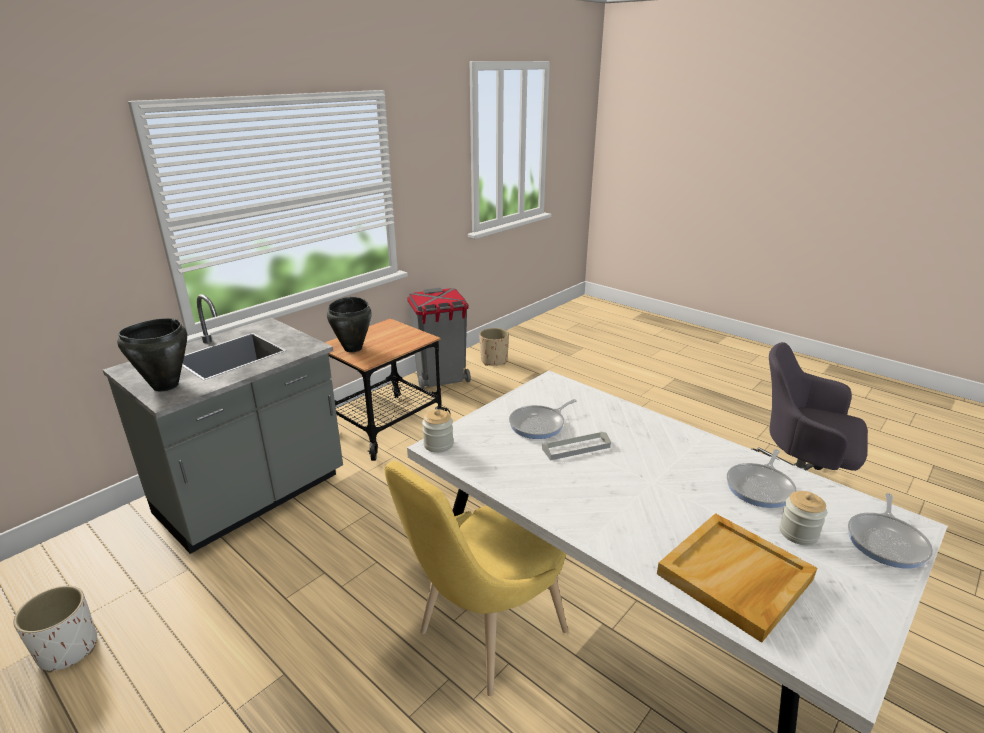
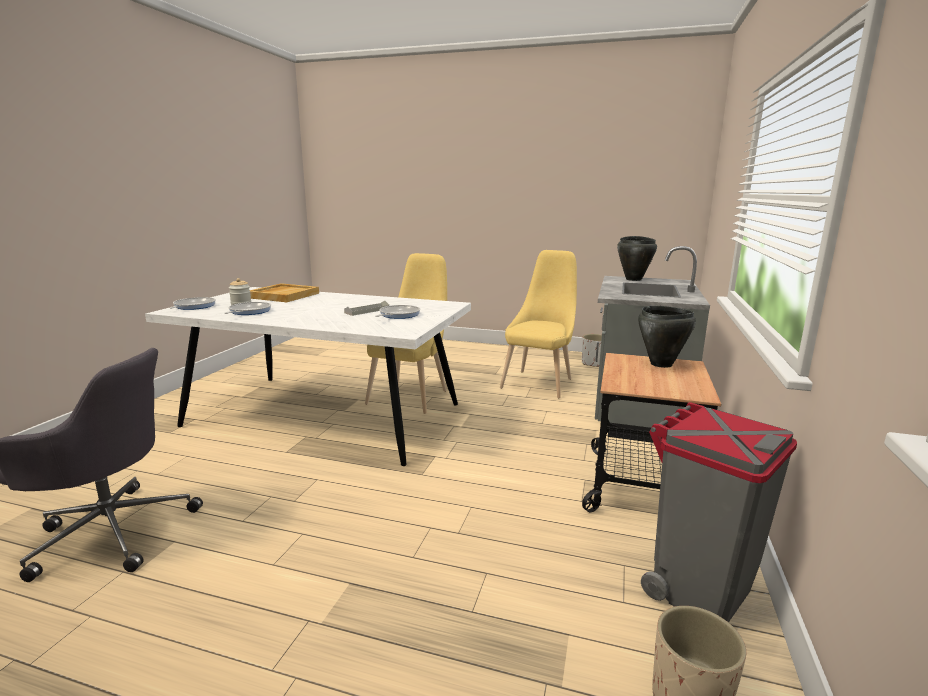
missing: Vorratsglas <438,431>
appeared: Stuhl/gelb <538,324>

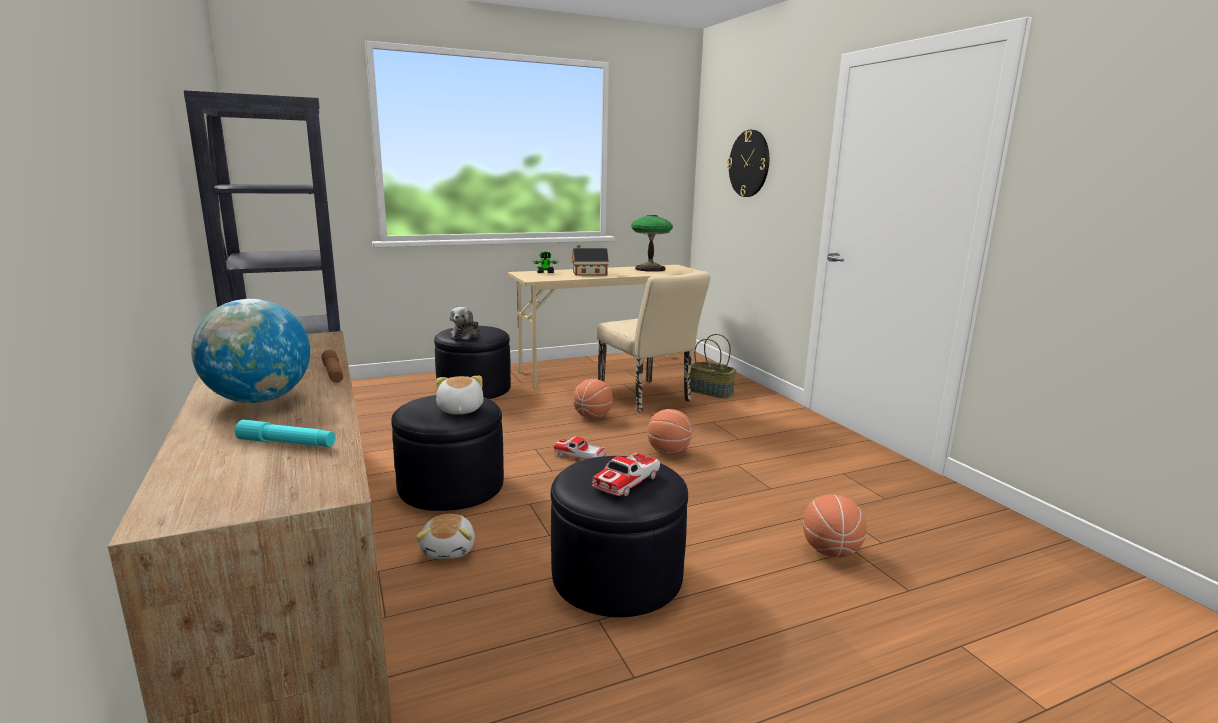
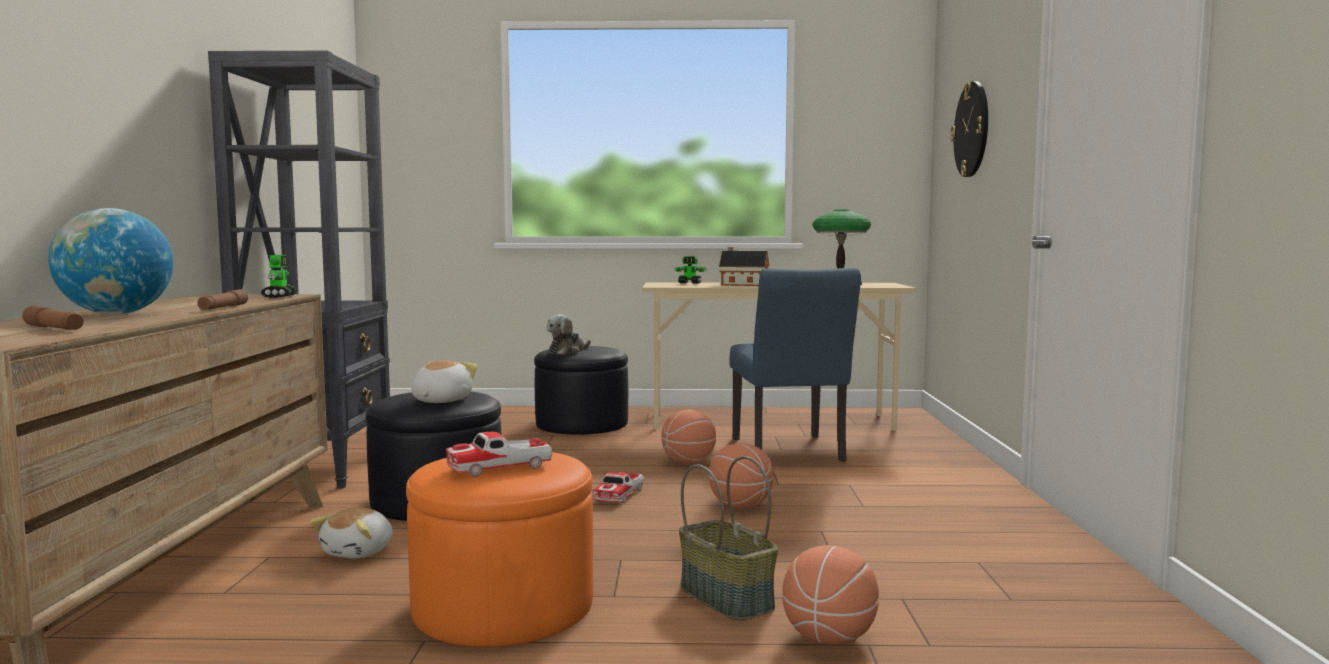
appeared: Spielzeugroboter <279,276>
relocated: Korb <713,366> to <728,538>
colour: Taschenlampe/türkis <285,433> to Taschenlampe/braun <53,318>; Polsterhocker/schwarz <619,536> to Polsterhocker/orange <499,549>; Stuhl/beige <653,341> to Stuhl/blau <795,365>
spun: Spielzeugauto <580,447> = <618,487> 120 degrees counterclockwise

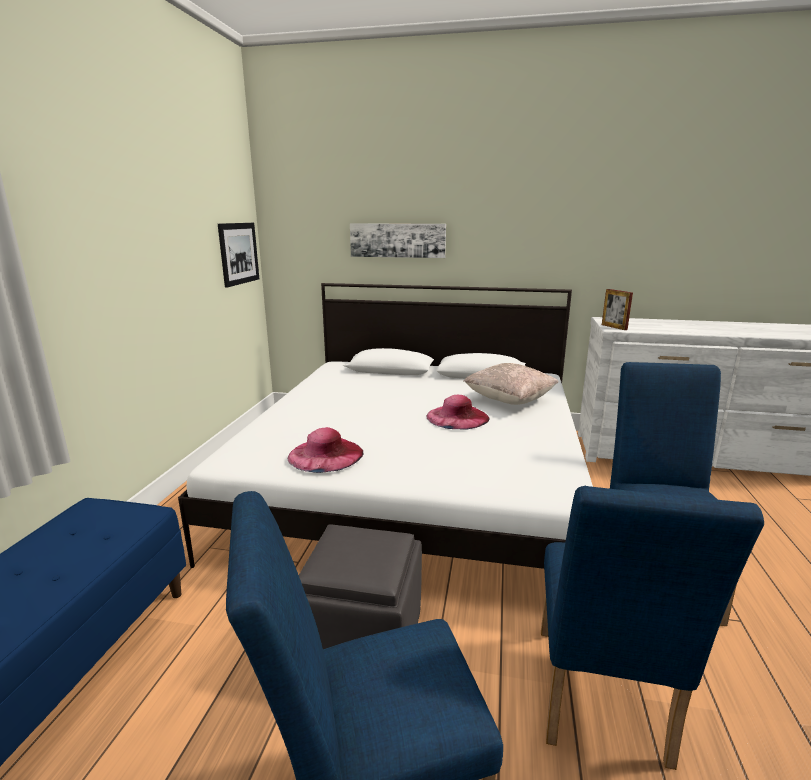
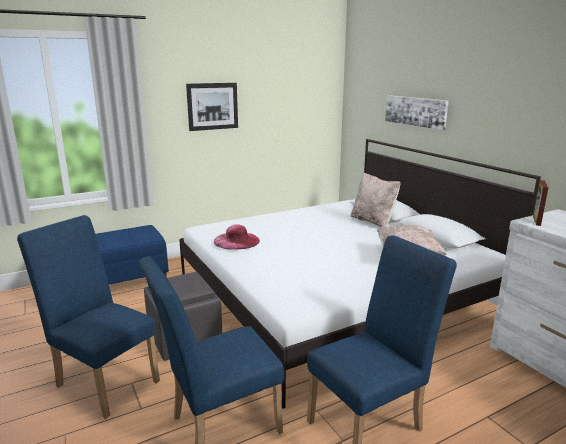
missing: Hut/rosa <457,412>
appeared: Kissen/beige <376,199>
relocated: Bild <238,255> to <212,107>

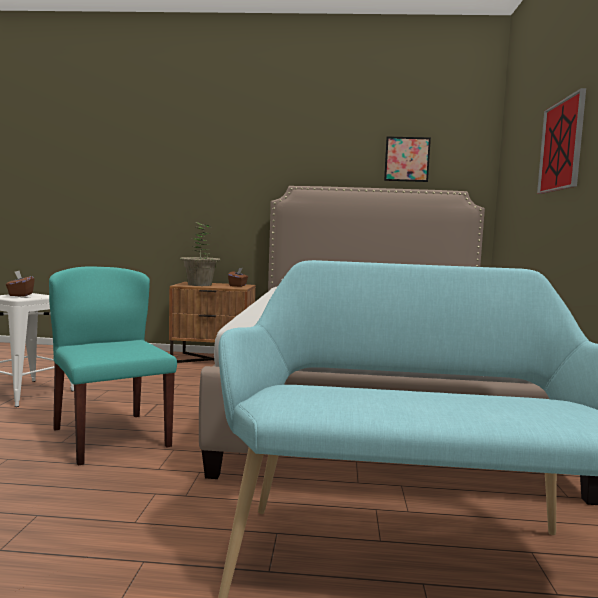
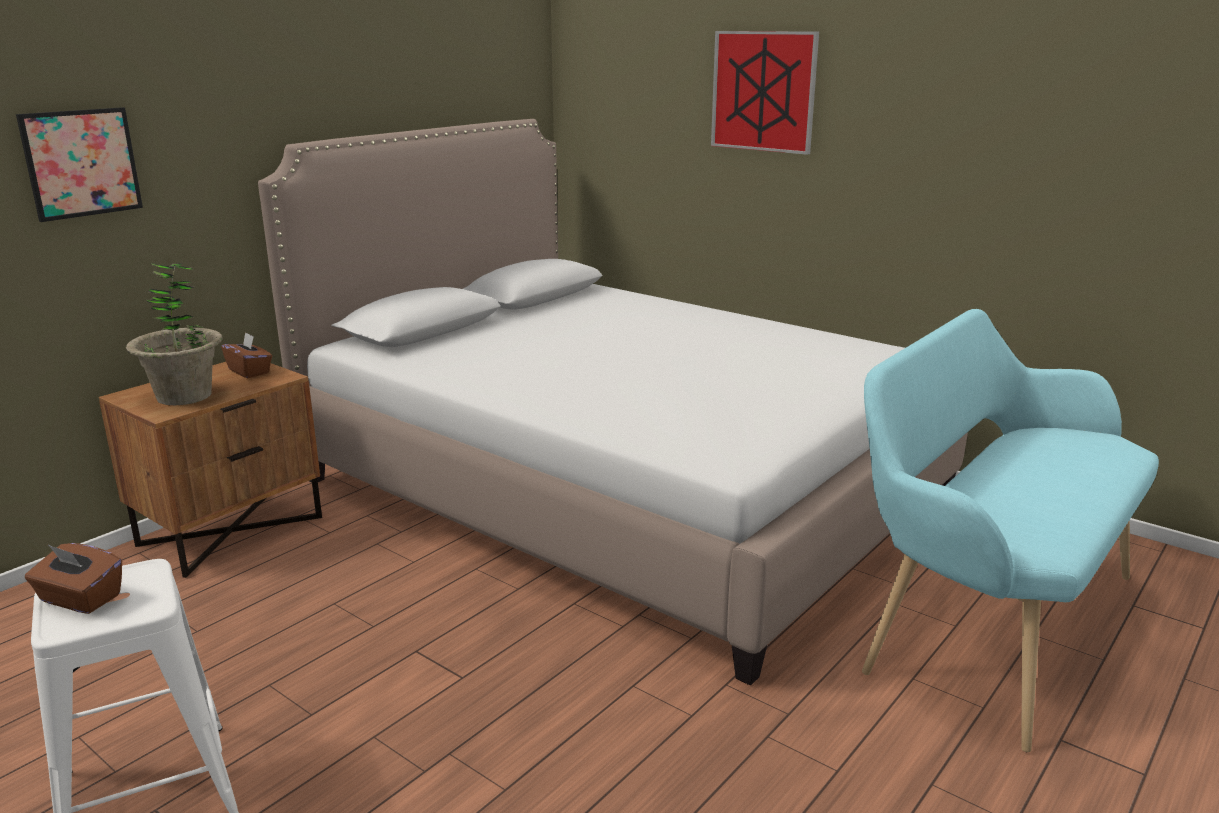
missing: Stuhl/türkis <113,366>
relocated: Bild <407,159> to <79,164>

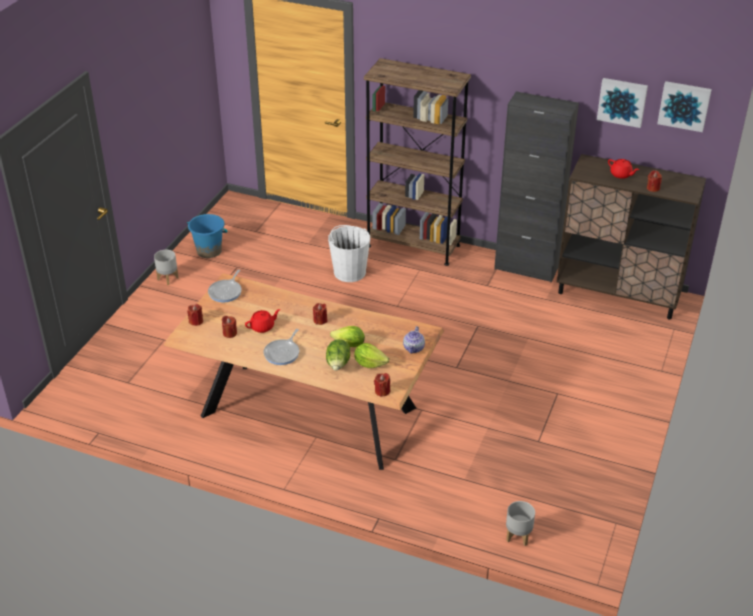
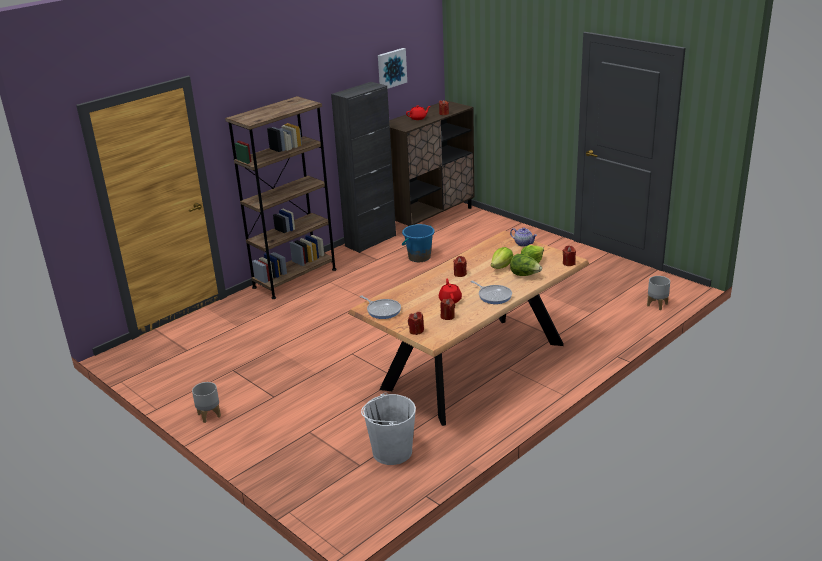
missing: Bild <684,106>
relocated: Eimer/blau <207,236> to <418,243>; Eimer/weiß <349,253> to <388,429>

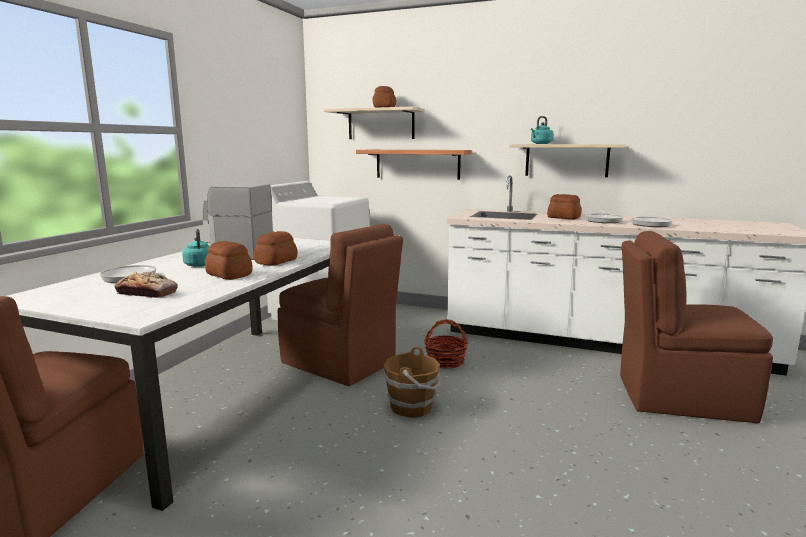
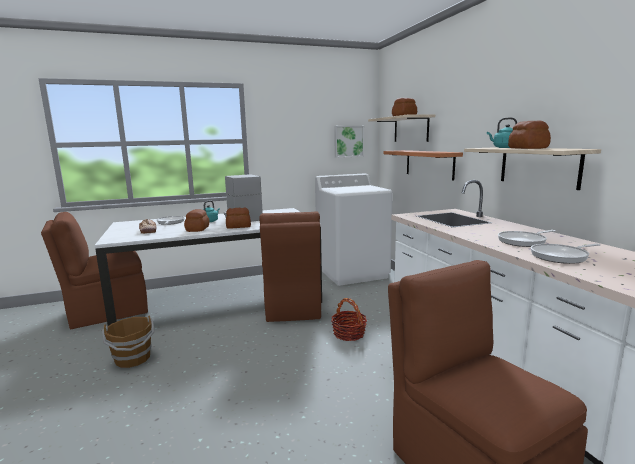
appeared: Bild <349,142>
relocated: Eimer/braun <412,382> to <128,341>; Brot <564,207> to <529,135>

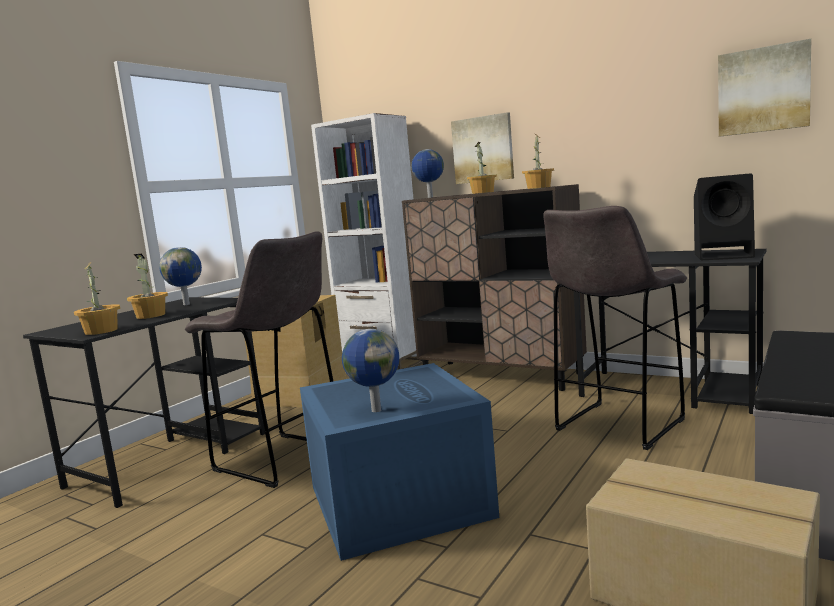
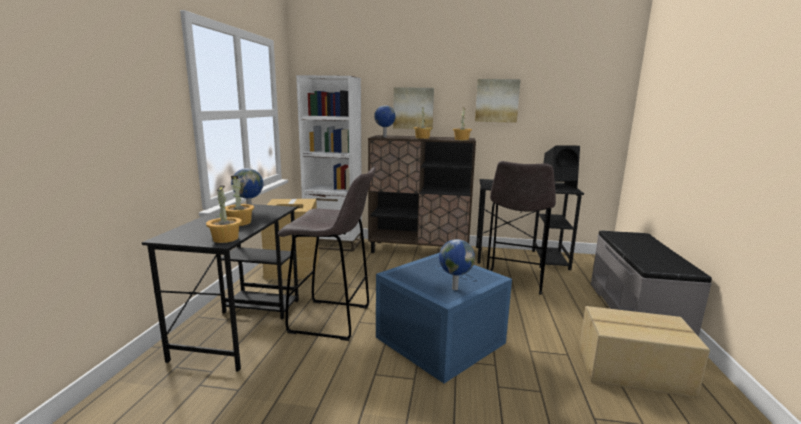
relocated: Bild <764,88> to <498,101>

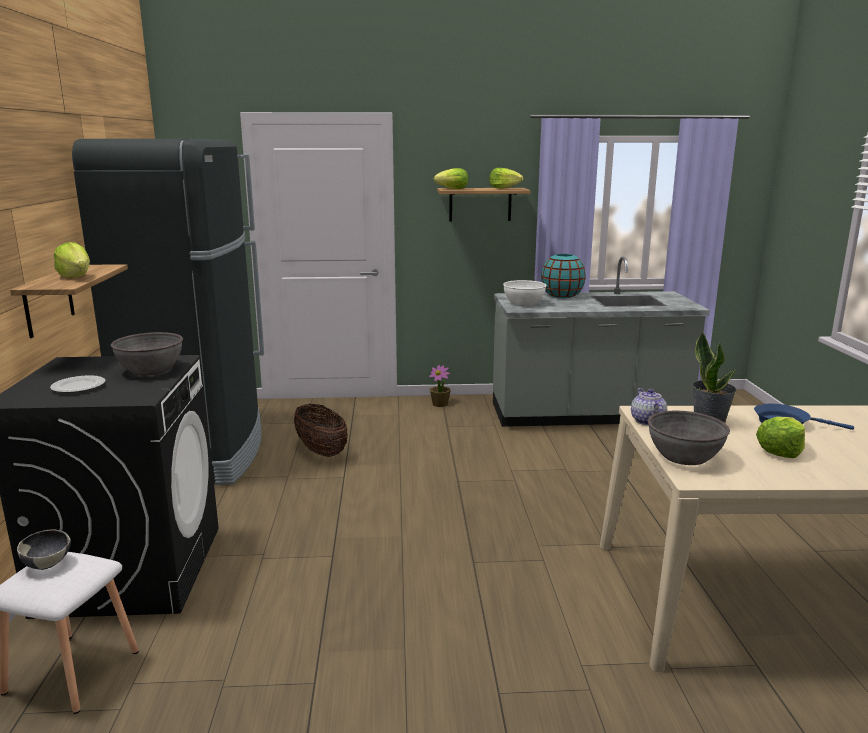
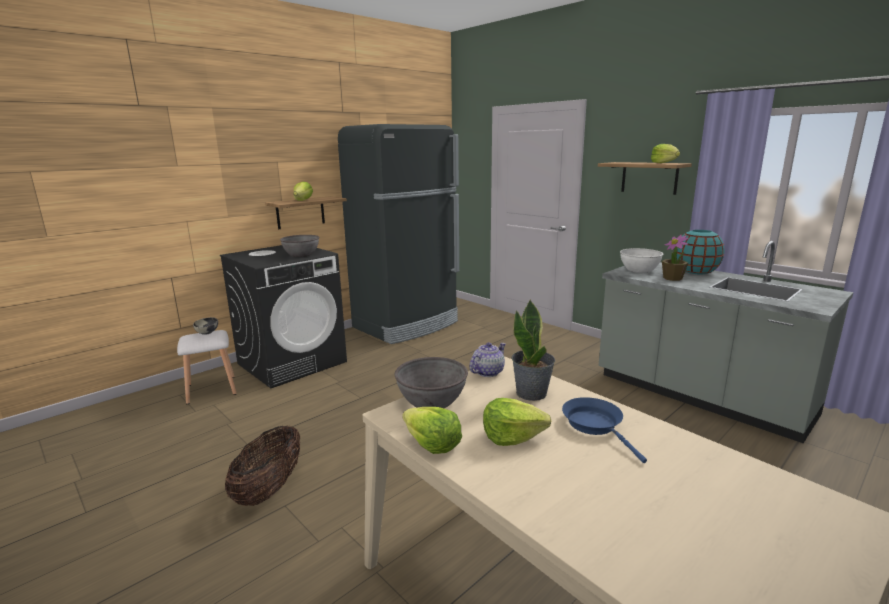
relocated: Korb <321,430> to <262,465>; Topfpflanze <440,386> to <675,258>; Salatkopf <451,178> to <432,430>

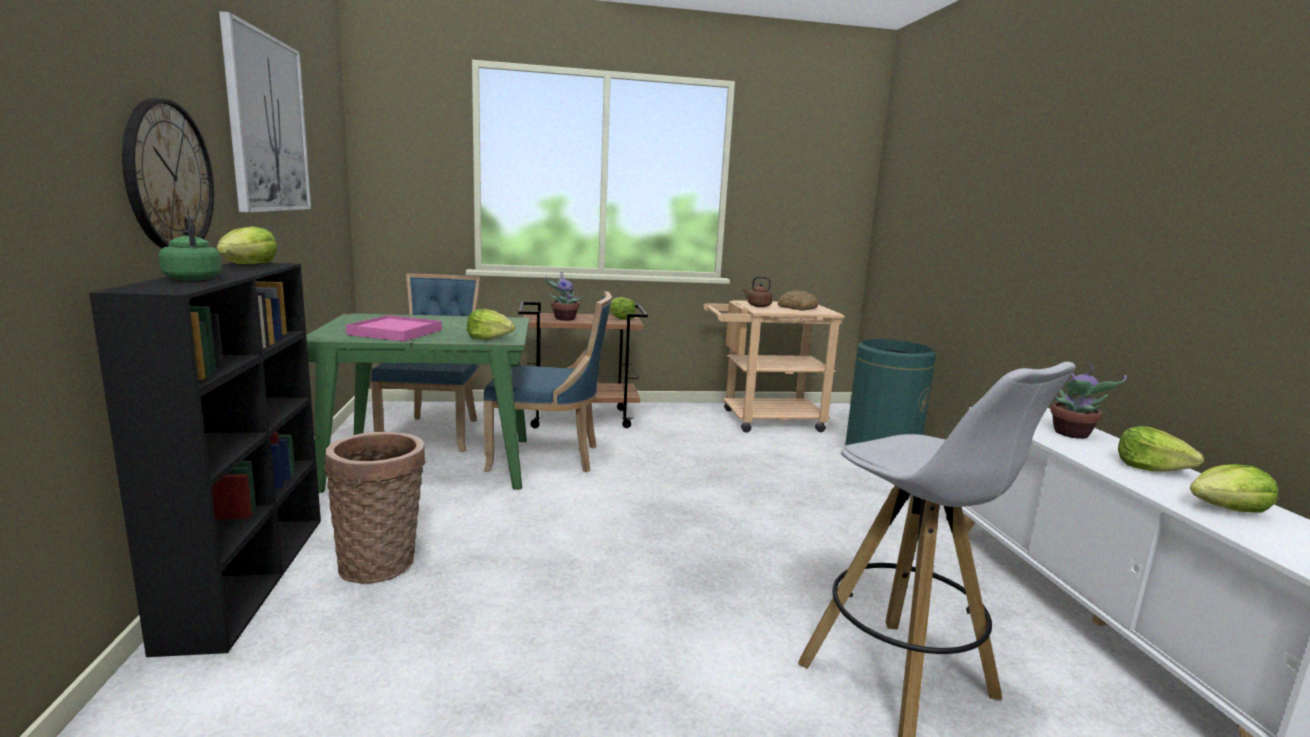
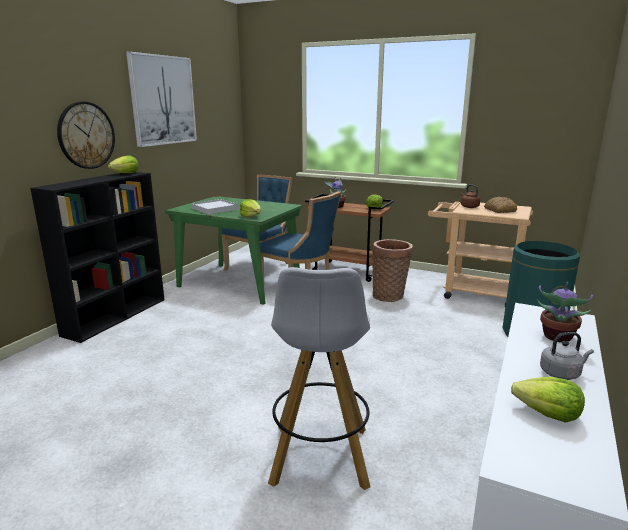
missing: Wasserkessel/grün <190,248>
relocated: Korb <375,508> to <392,270>
exchanged: Salatkopf <1161,448> to Wasserkessel/grau <567,356>
colour: Tablett/rosa <394,328> to Tablett/weiß <215,206>

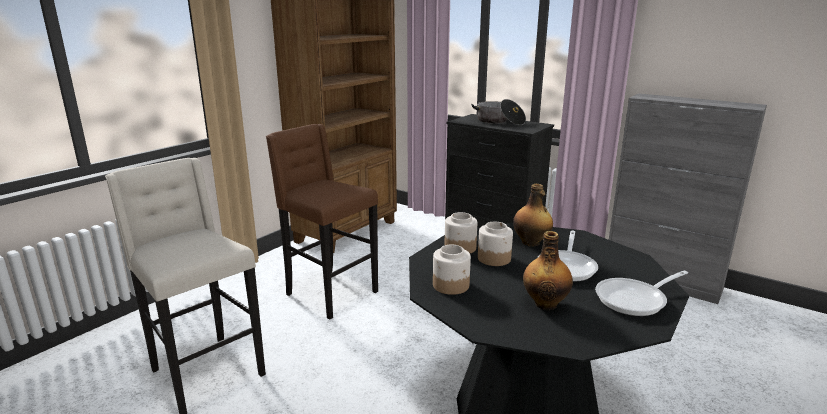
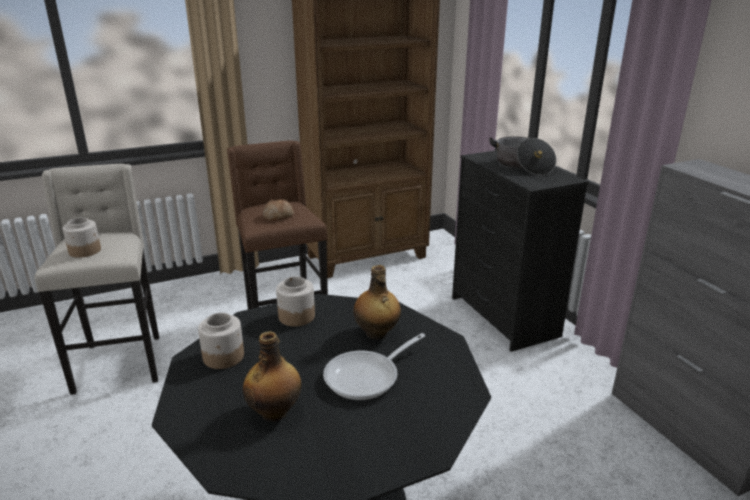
missing: Pfanne <641,293>
appeared: Brot <278,210>
relocated: Vorratsglas <495,244> to <82,237>

